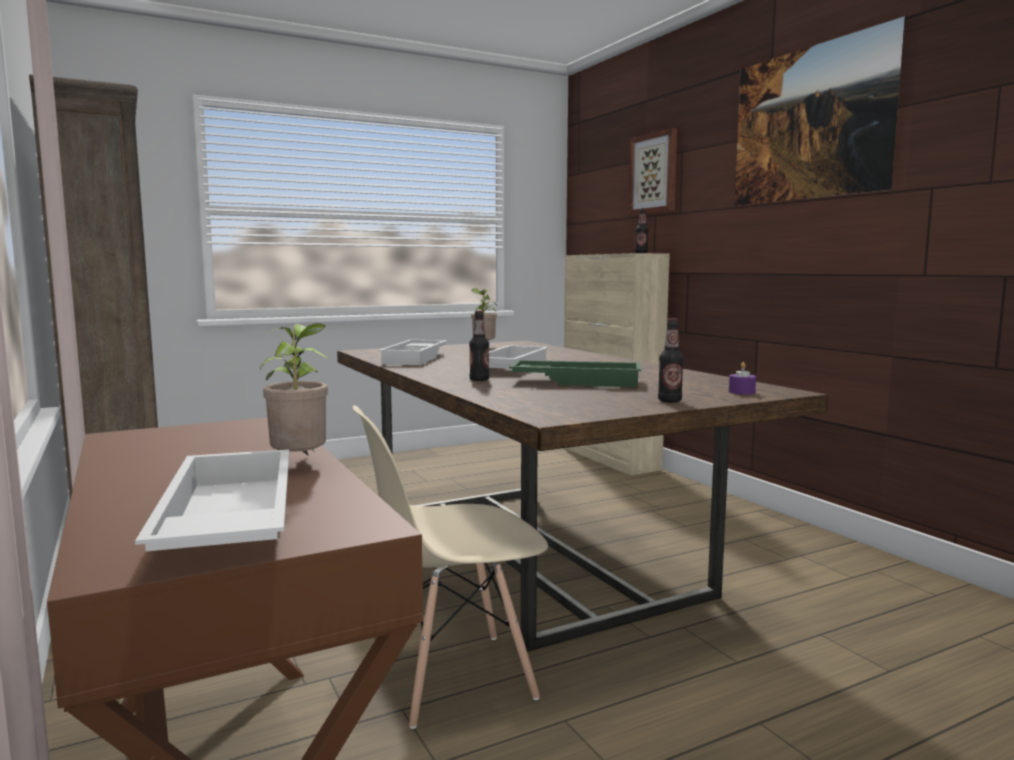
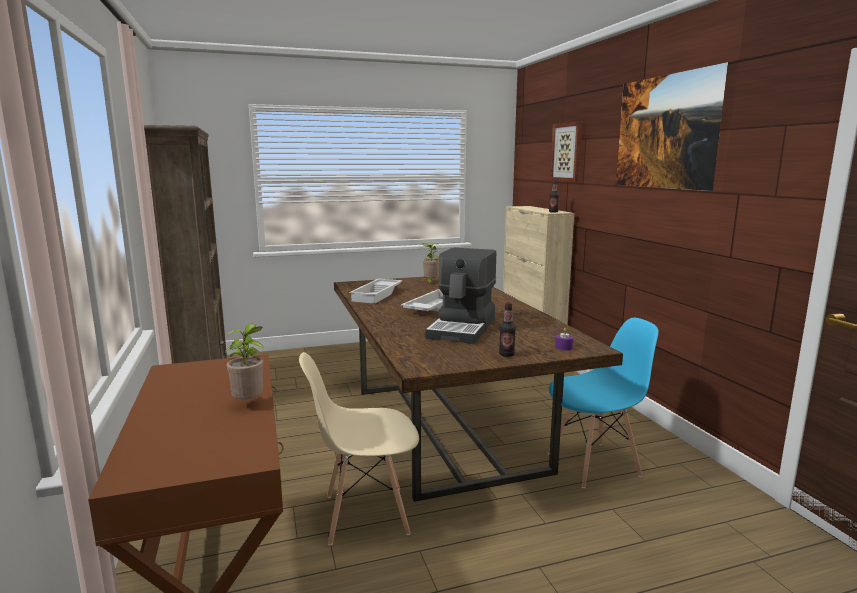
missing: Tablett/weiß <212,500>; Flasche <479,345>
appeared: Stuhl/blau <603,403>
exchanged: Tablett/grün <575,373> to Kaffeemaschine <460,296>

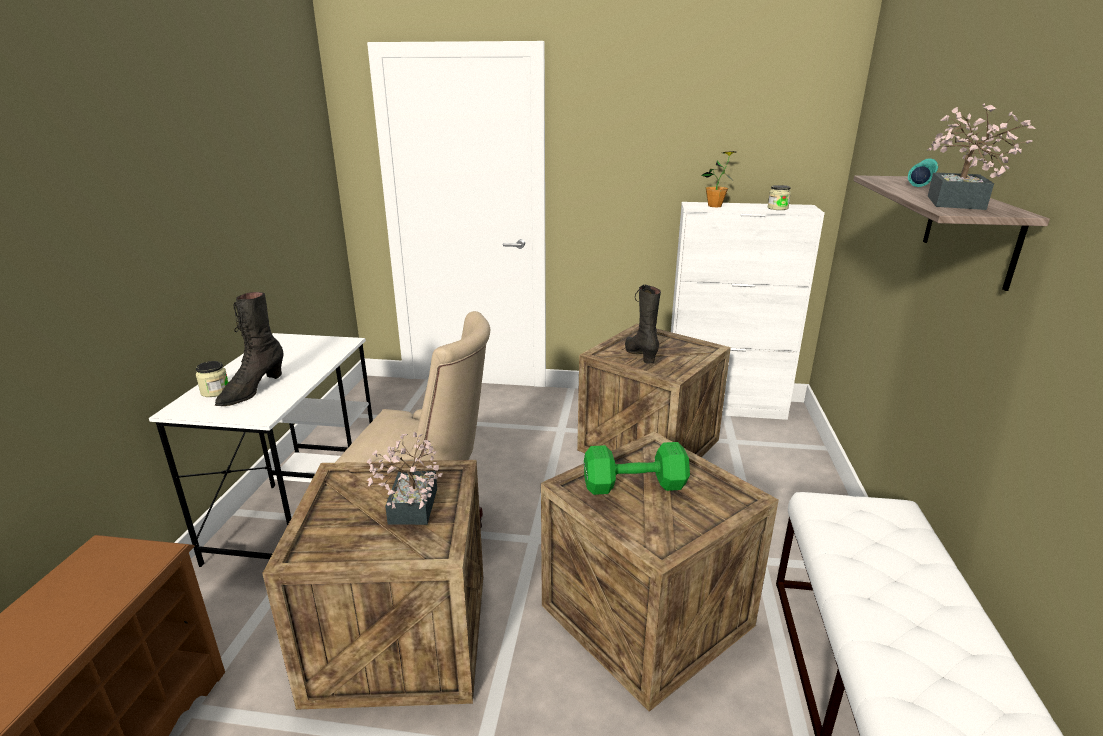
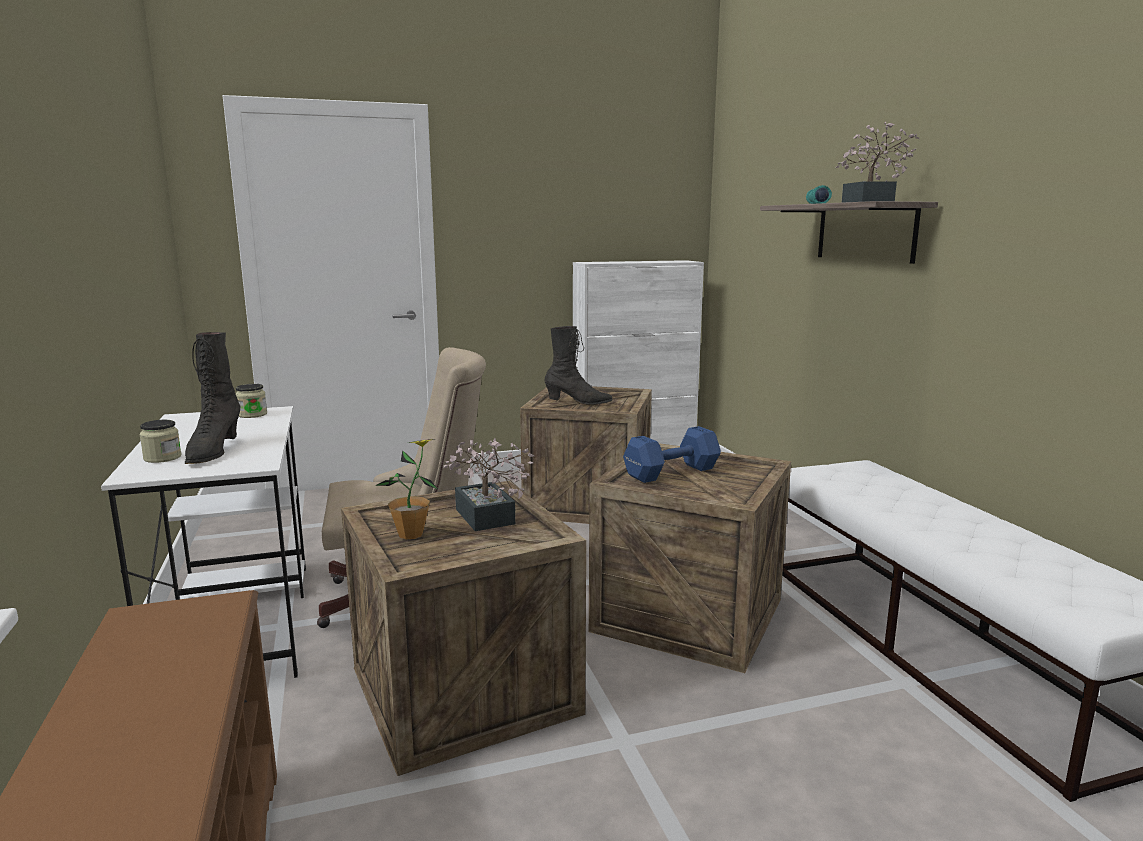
relocated: Topfpflanze <718,179> to <406,489>; Vorratsglas <779,197> to <251,401>
colour: Hantel/grün <637,468> to Hantel/blau <672,454>
spun: Stiefel/schwarz <643,324> = <579,365> 135 degrees clockwise

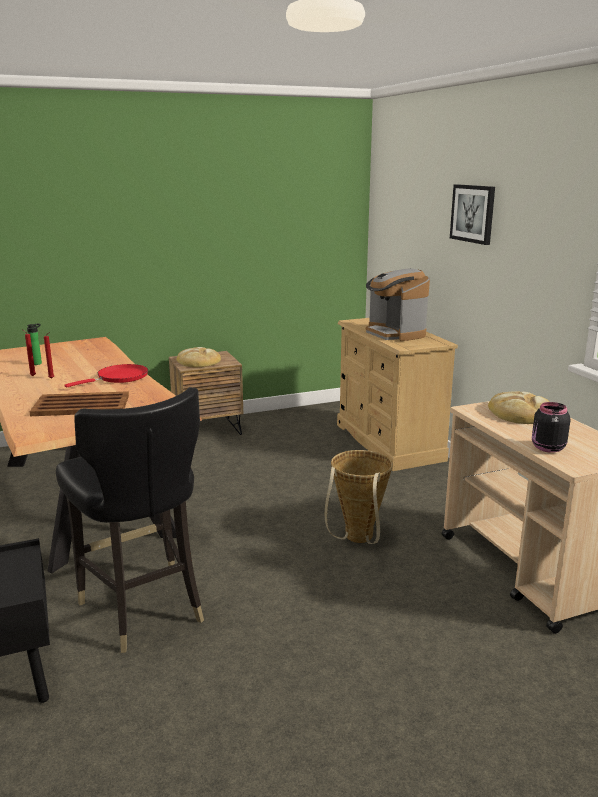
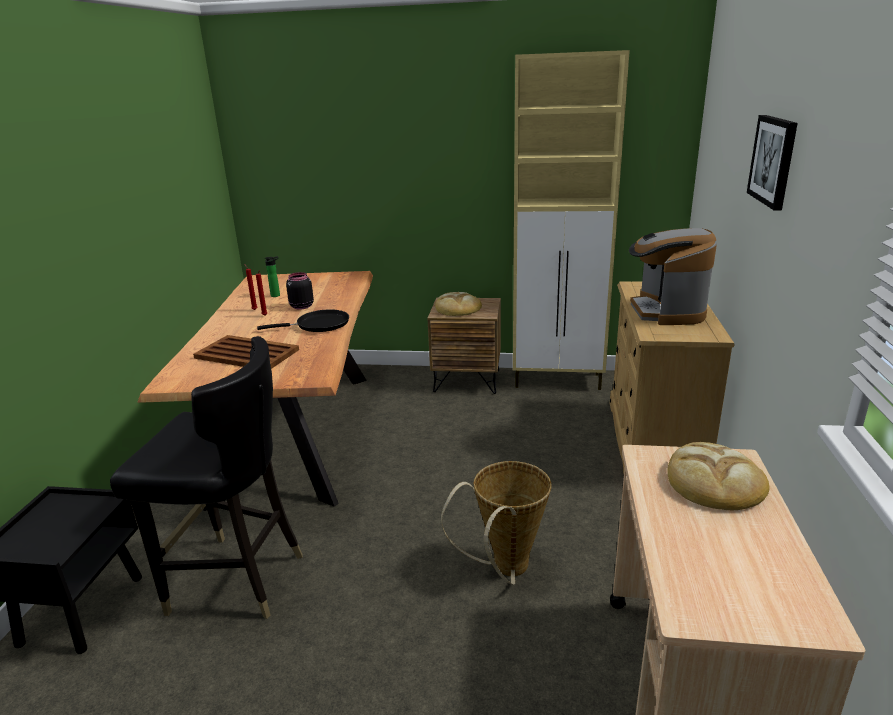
appeared: Schrank/beige <571,220>
relocated: Vorratsglas/schwarz <551,427> to <300,291>
colour: Pfanne/rot <106,376> to Pfanne/schwarz <303,320>
spun: Stuhl/schwarz <130,520> = <206,477> 75 degrees counterclockwise

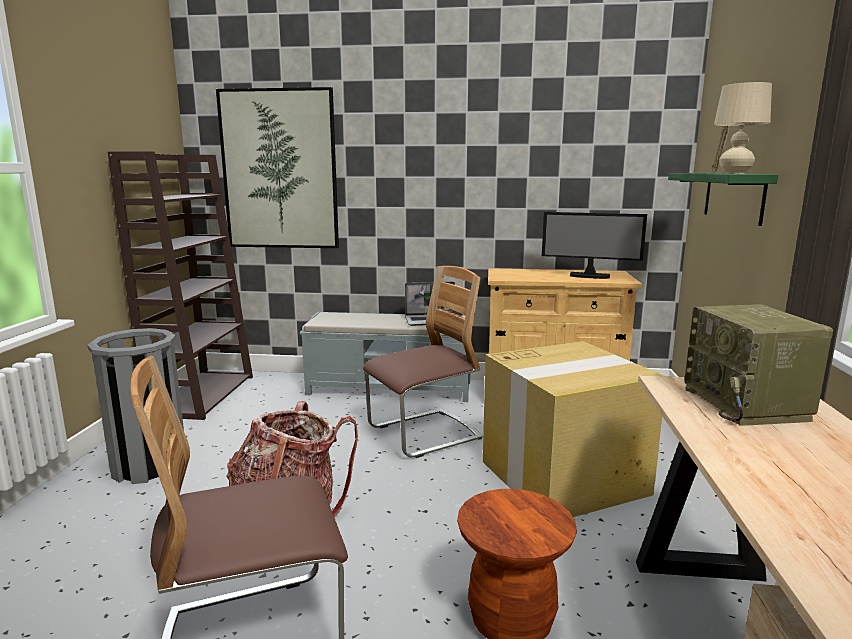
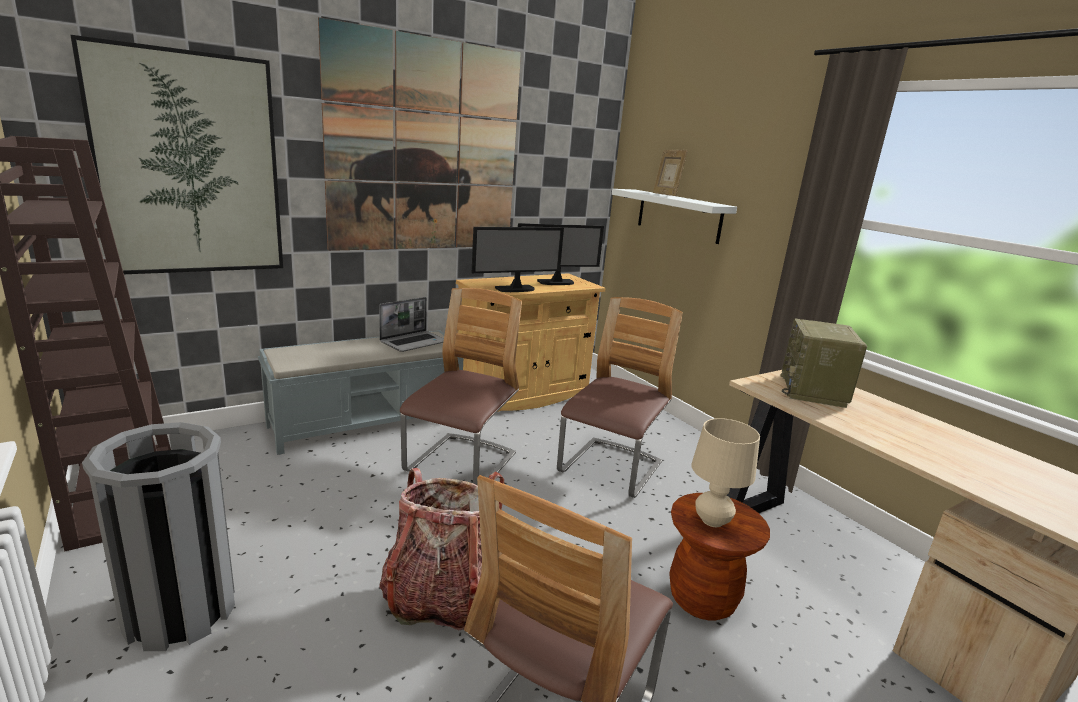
appeared: Bild <419,134>; Monitor <518,259>
relocated: Tischlampe/beige <743,128> to <725,472>
exchanged: Karton <573,429> to Stuhl <620,397>
colour: Wandregal/grün <723,199> to Wandregal/weiß <674,216>
spun: Radio <758,365> = <823,363> 60 degrees clockwise

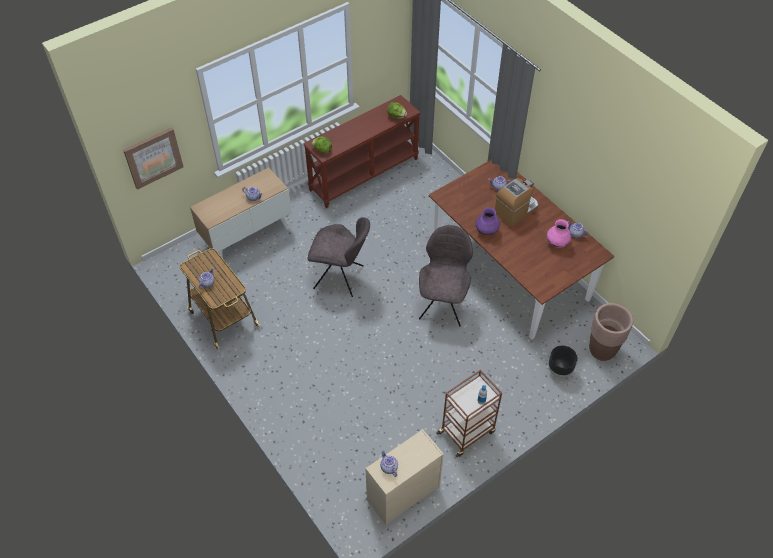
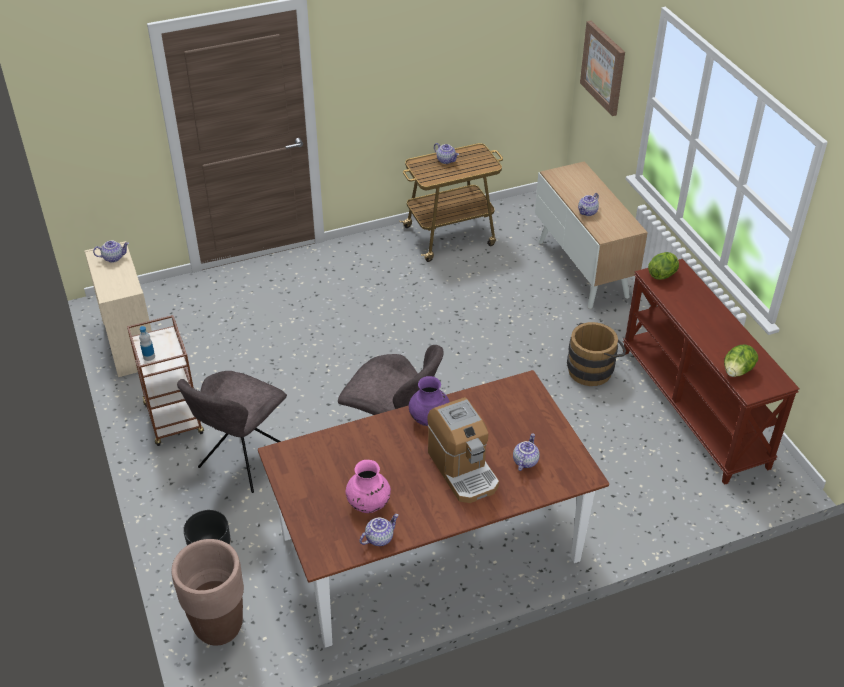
appeared: Eimer/braun <596,354>
relocated: Stuhl/grau <339,257> to <232,432>

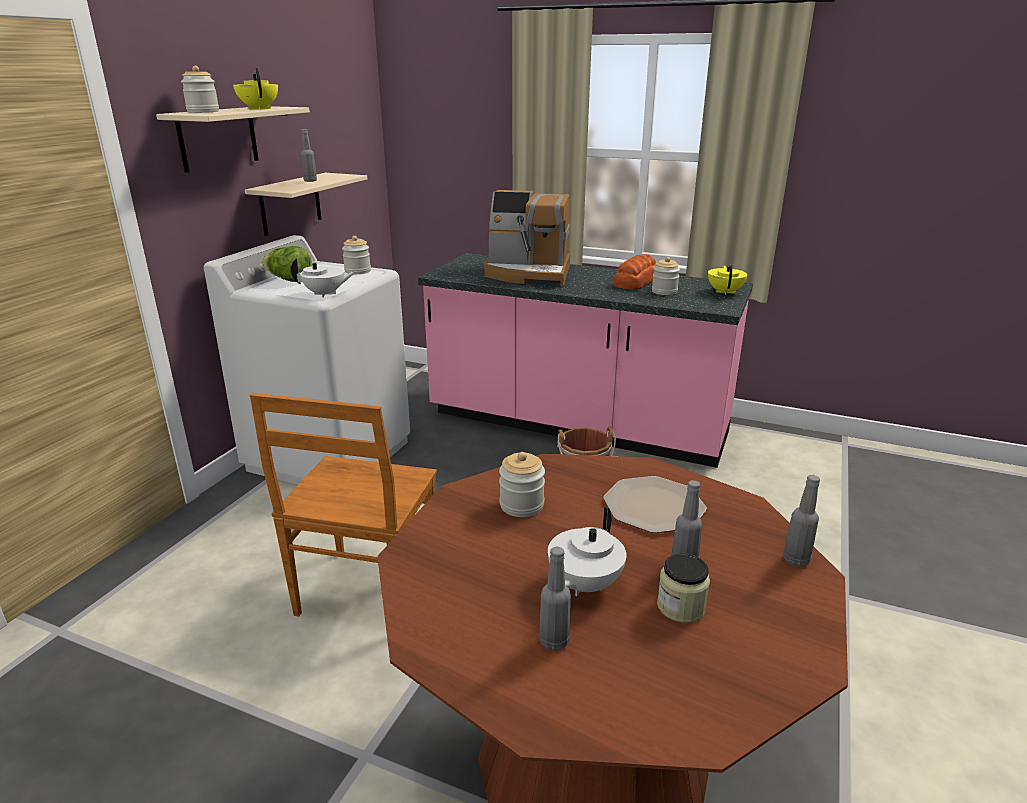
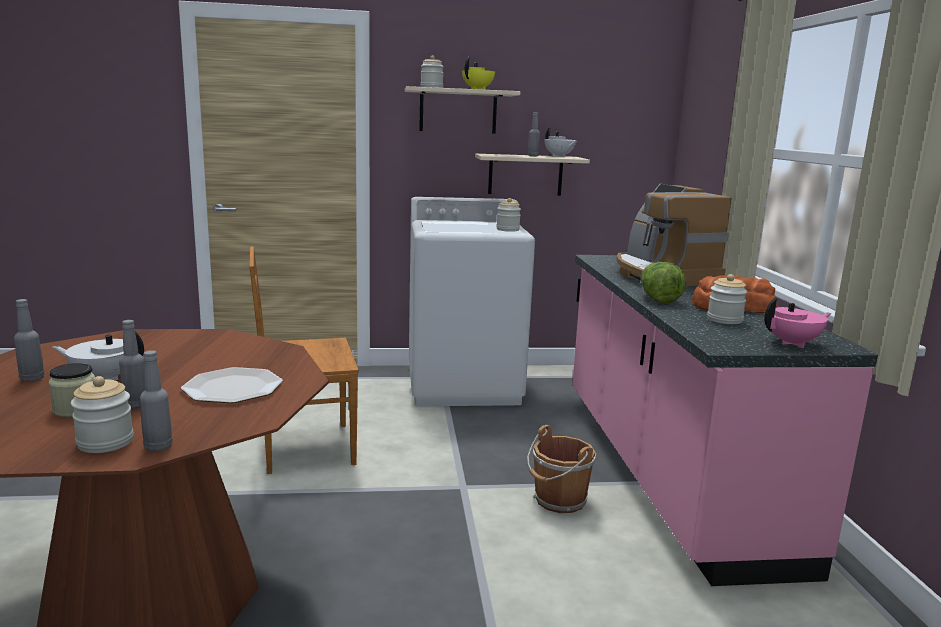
relocated: Salatkopf <287,264> to <663,283>; Teekanne/weiß <323,278> to <561,142>; Vorratsglas <522,484> to <102,414>
colour: Teekanne/gelb <727,280> to Teekanne/rosa <797,322>

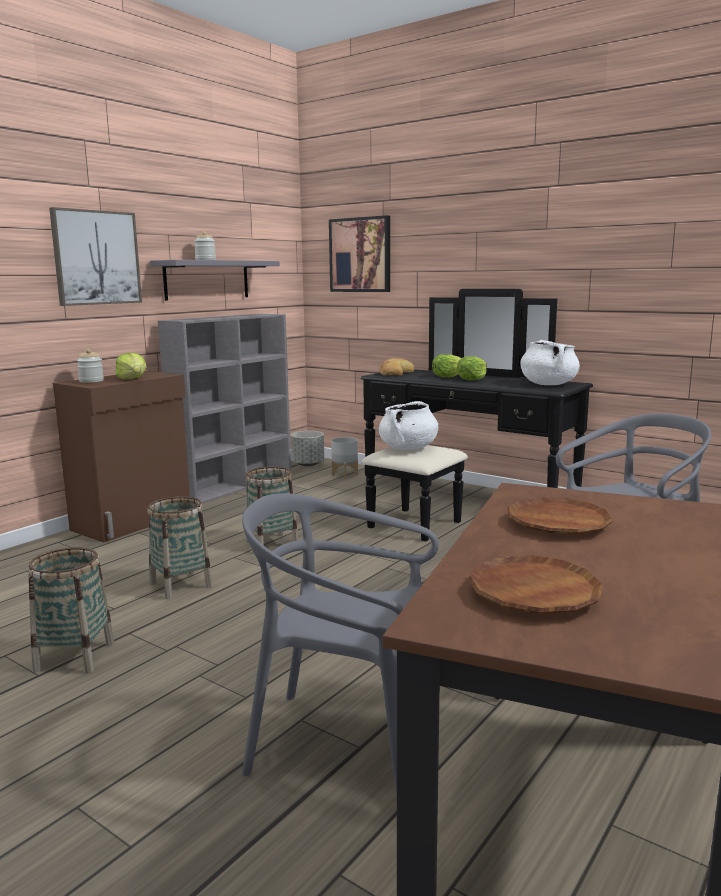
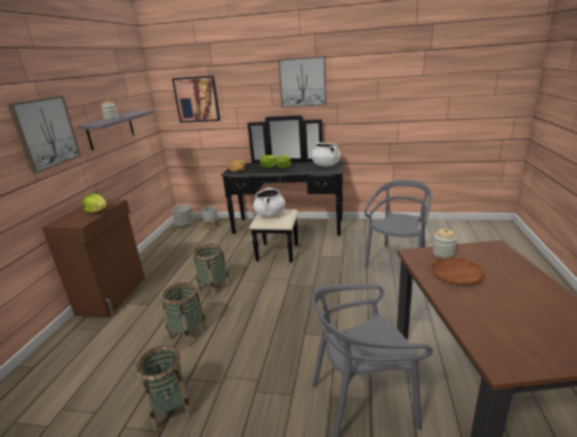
missing: Bücherregal/grau <224,408>; Teller/braun <535,584>
appeared: Bild <302,82>
relocated: Vorratsglas <90,366> to <445,243>

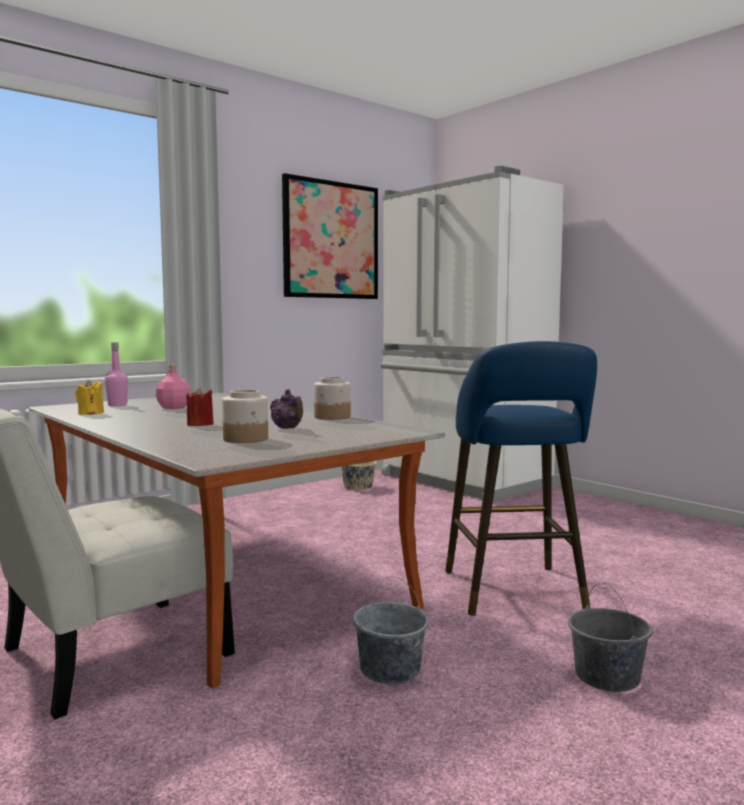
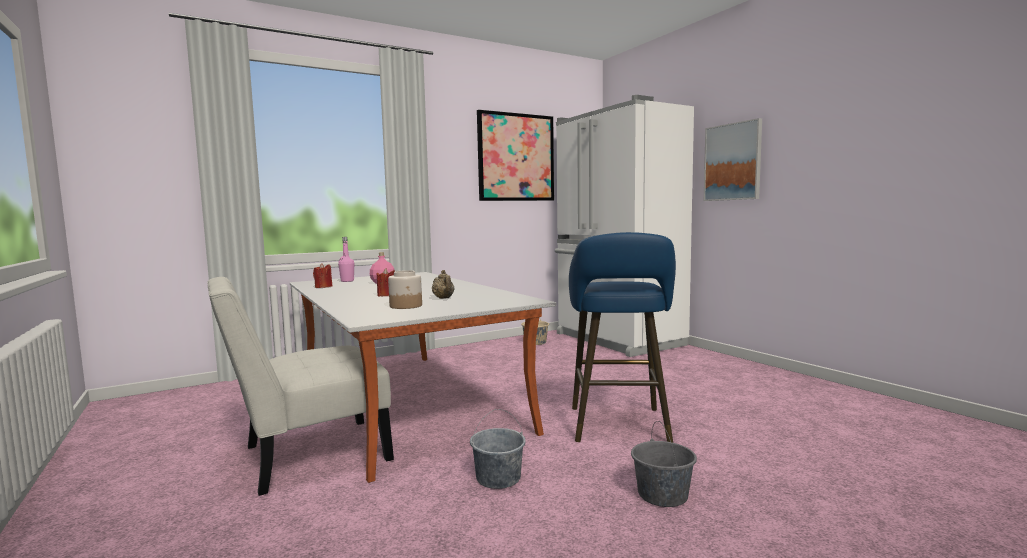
missing: Vorratsglas <332,398>
appeared: Bild <733,159>
colour: Kerze/gelb <89,397> to Kerze/rot <322,275>; Teekanne/lila <286,409> to Teekanne/beige <443,284>

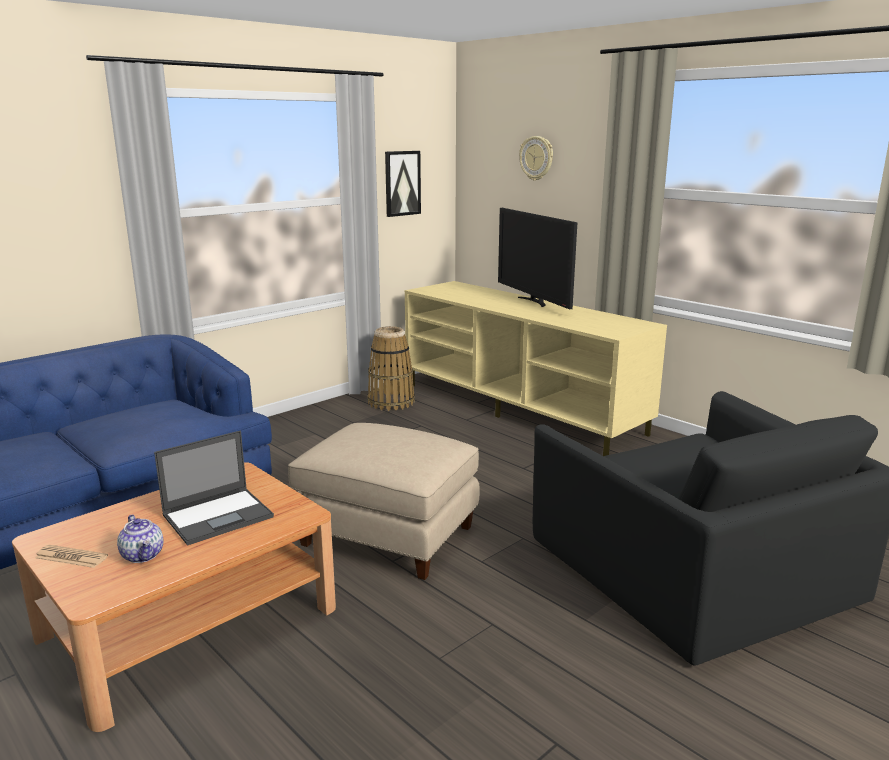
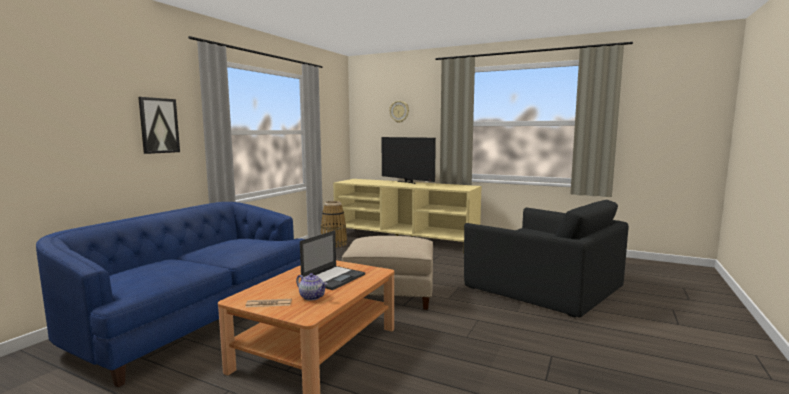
relocated: Bild <403,184> to <159,125>

